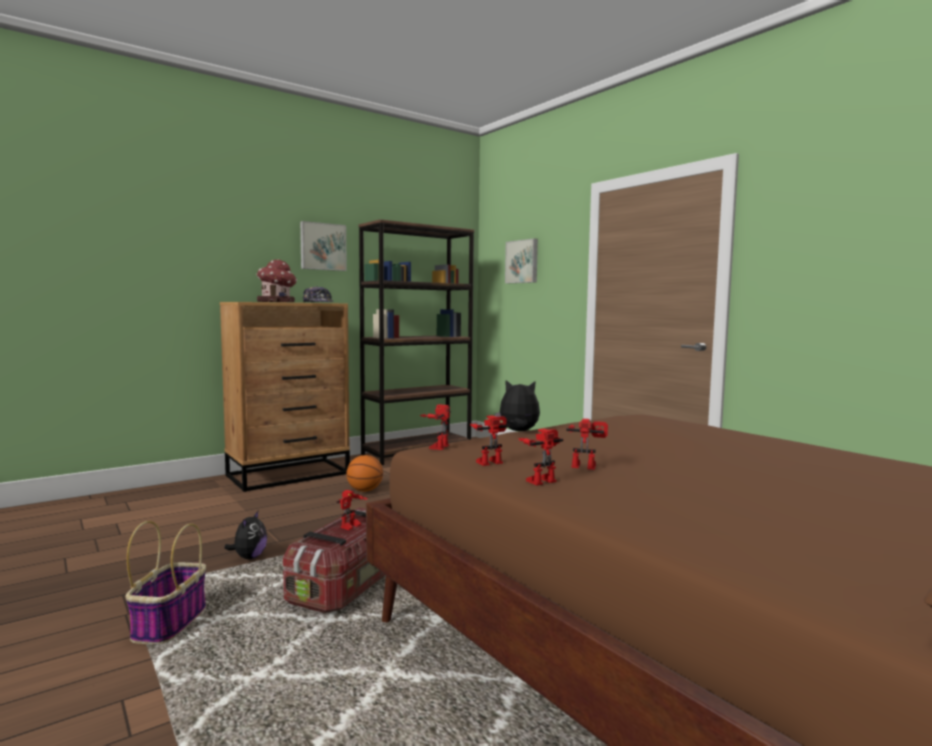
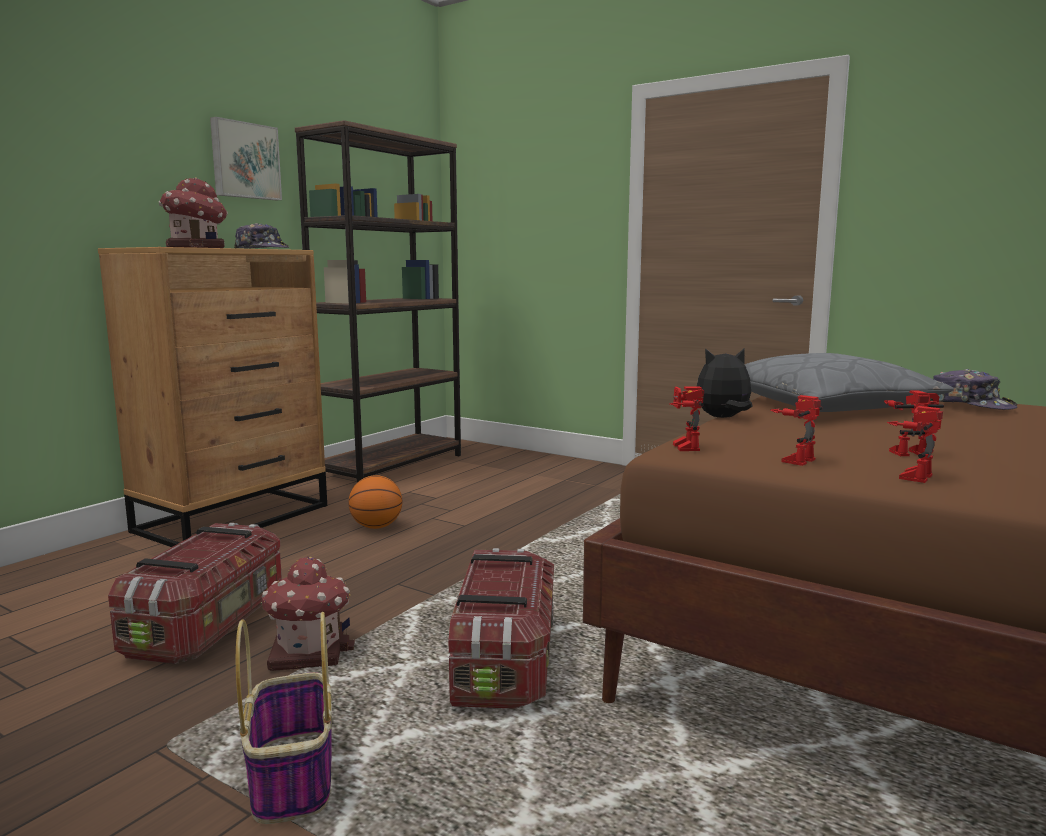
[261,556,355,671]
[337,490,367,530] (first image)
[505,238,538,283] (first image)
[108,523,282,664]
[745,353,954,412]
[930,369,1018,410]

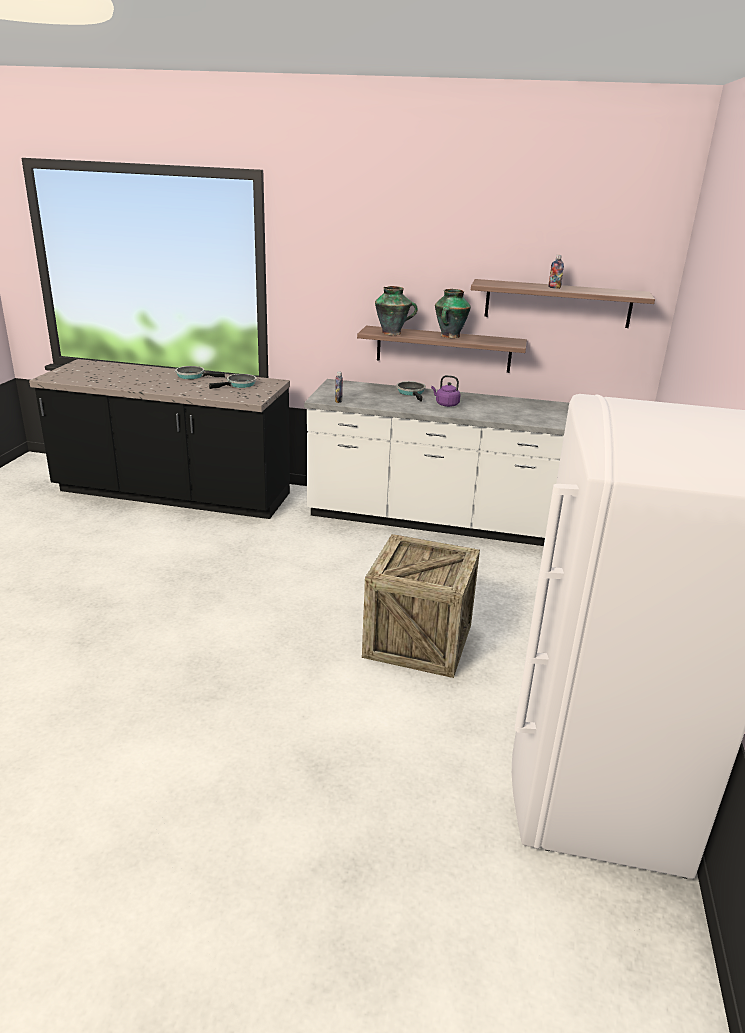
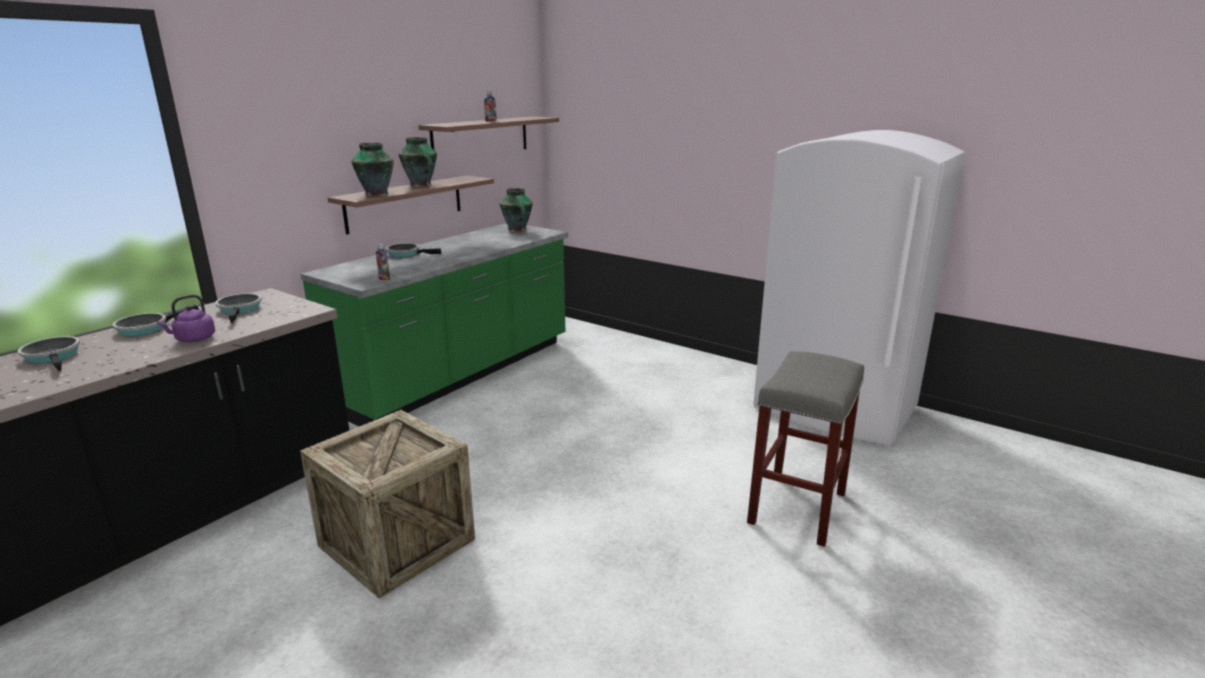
[300,223,568,426]
[300,410,475,598]
[157,295,215,342]
[18,336,80,372]
[500,188,533,232]
[747,351,864,547]

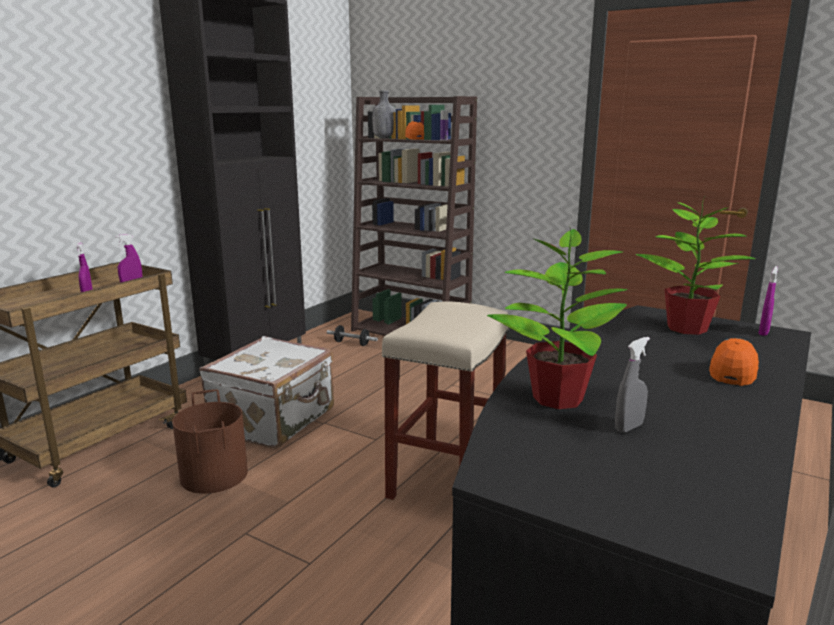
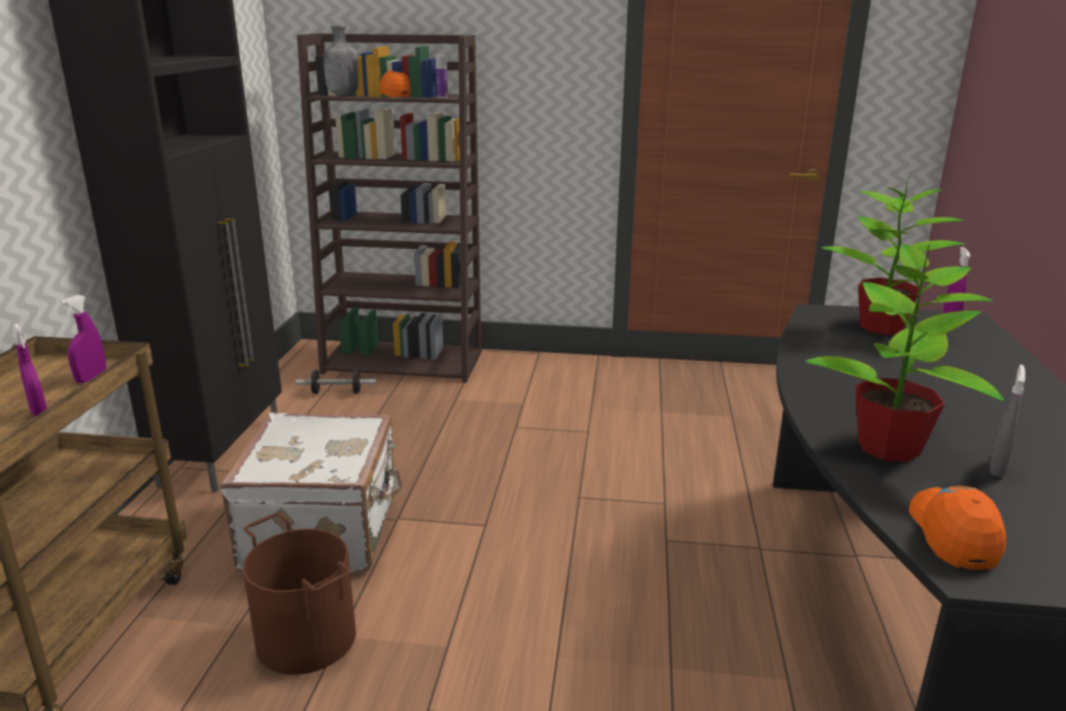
[382,302,509,500] (first image)
[909,486,1006,570]

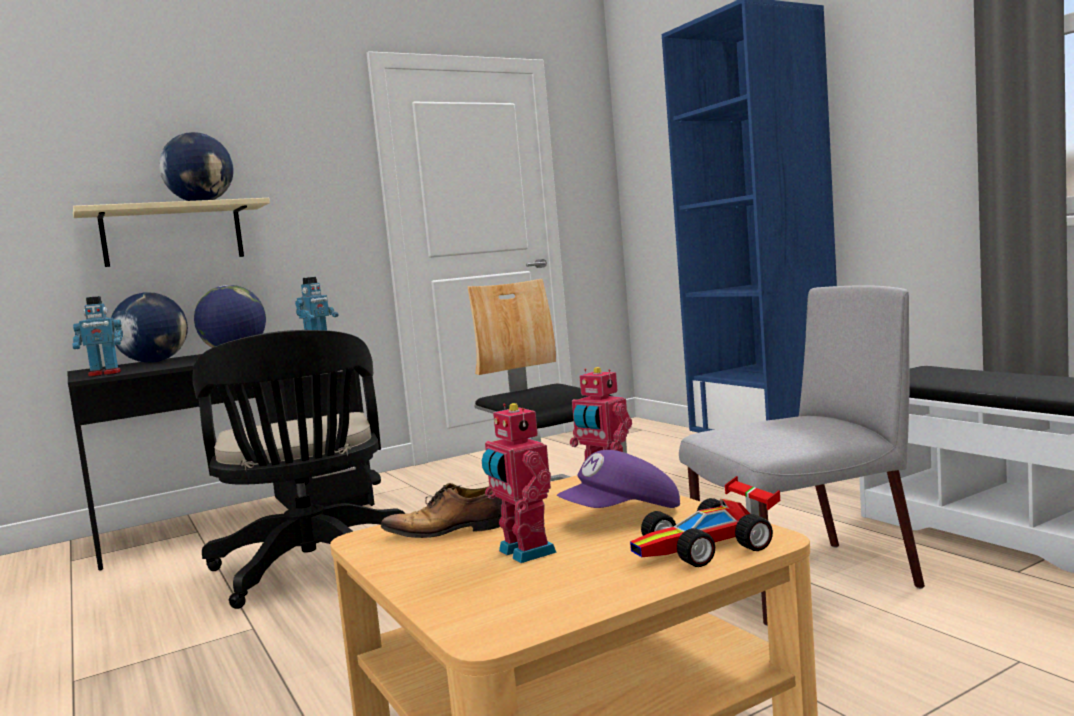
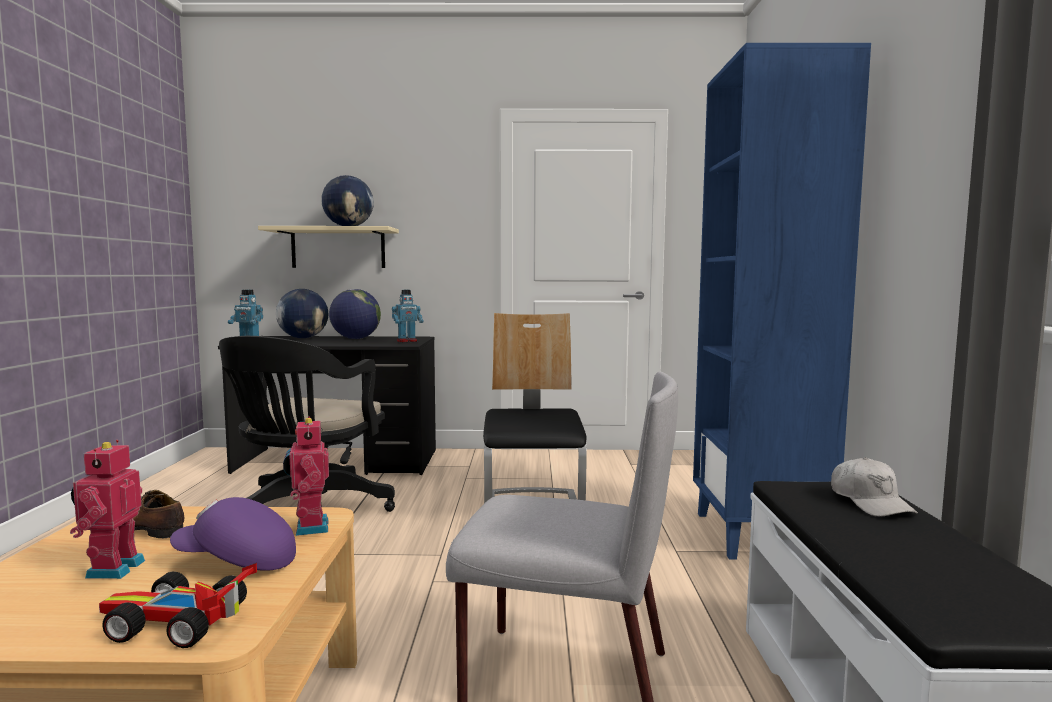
[831,457,918,517]

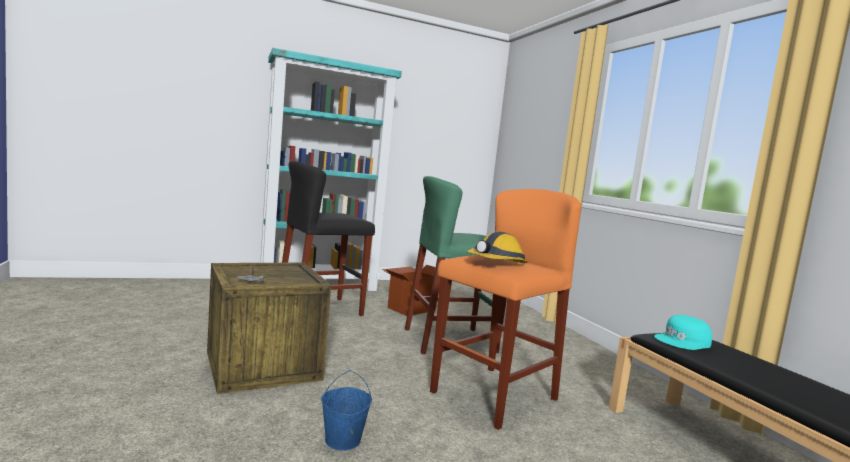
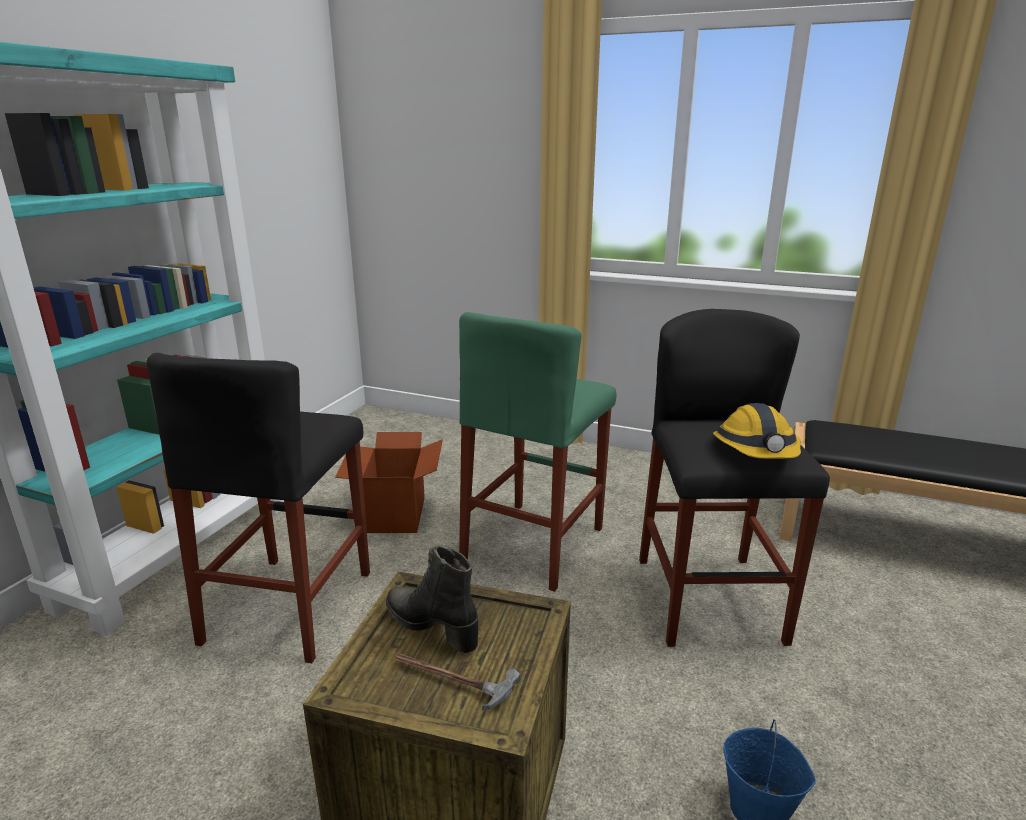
[639,309,830,647]
[654,315,712,350] (first image)
[386,546,478,653]

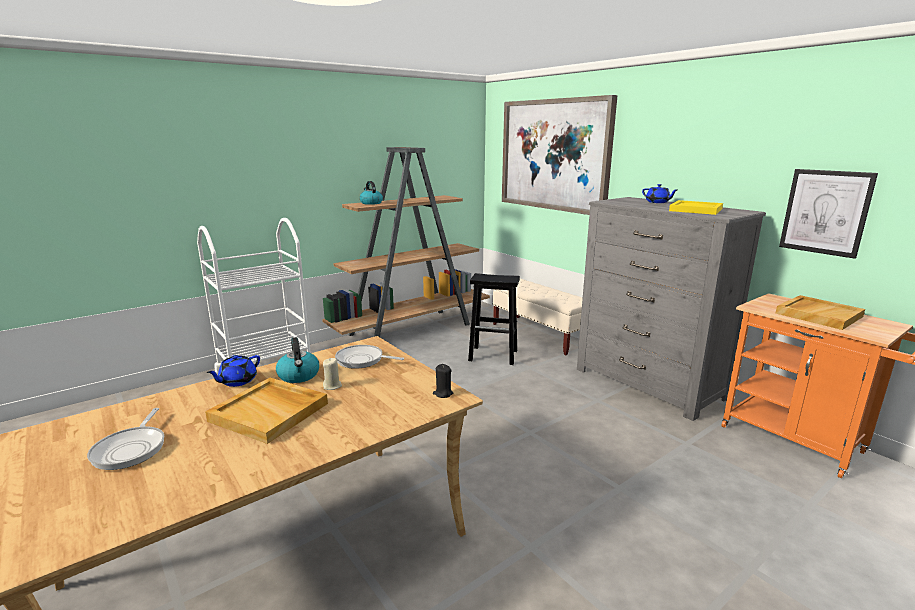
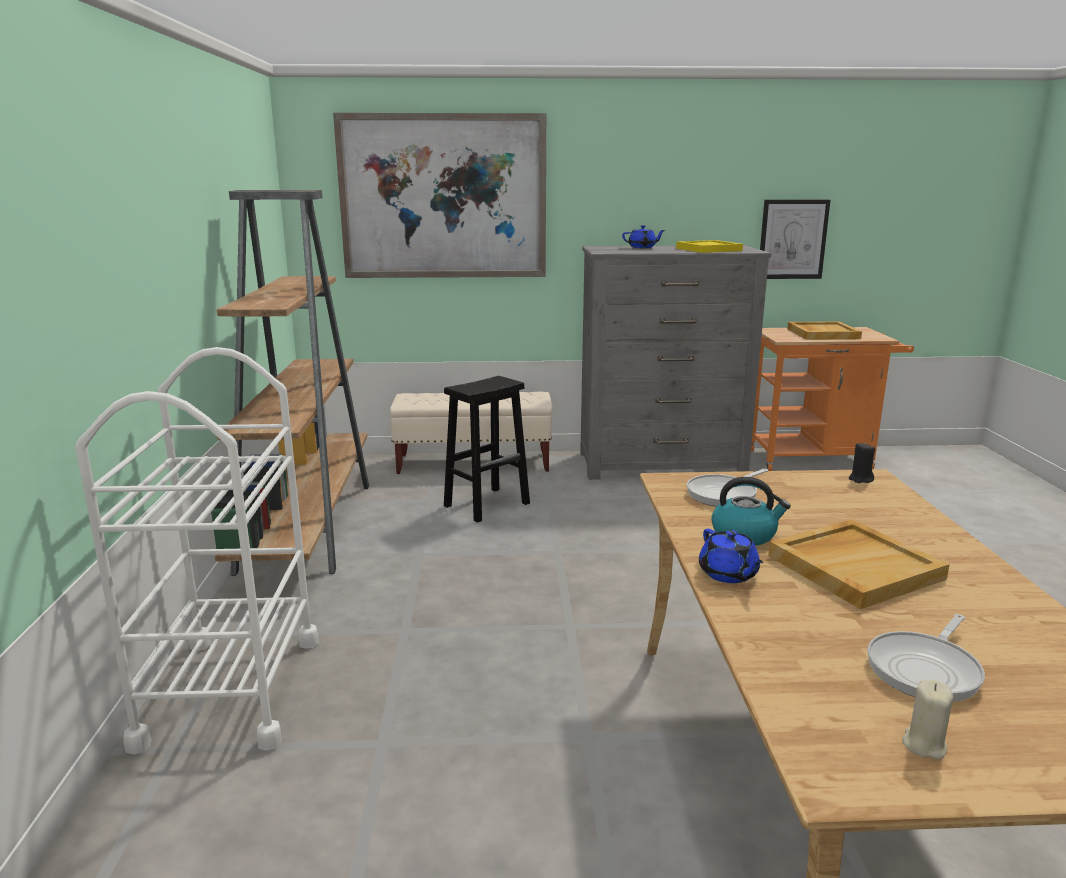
[867,614,985,702]
[902,680,953,759]
[360,181,383,205] (first image)

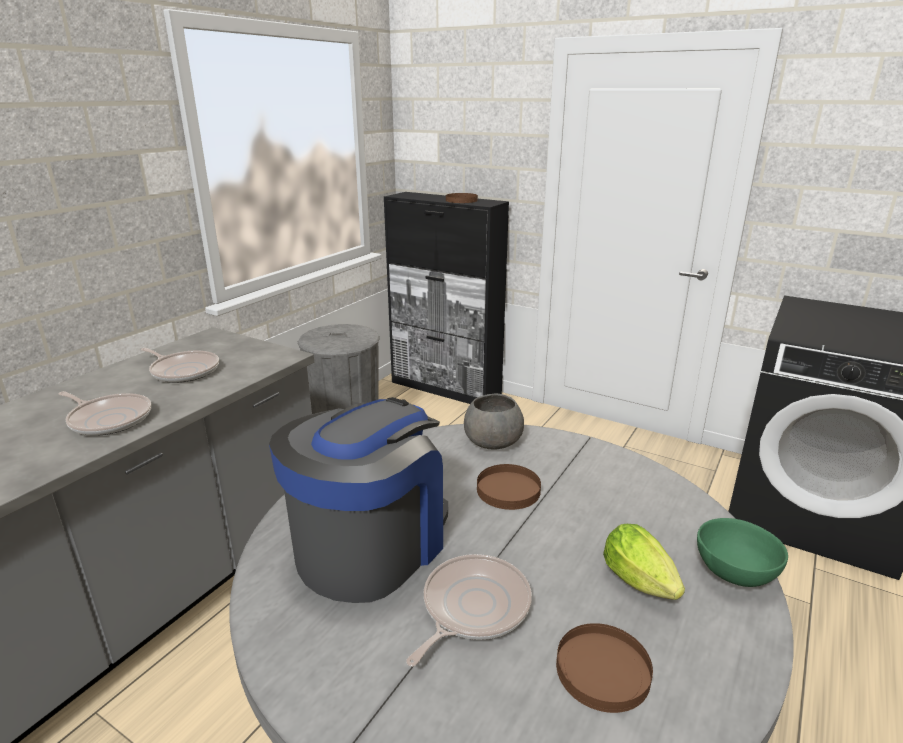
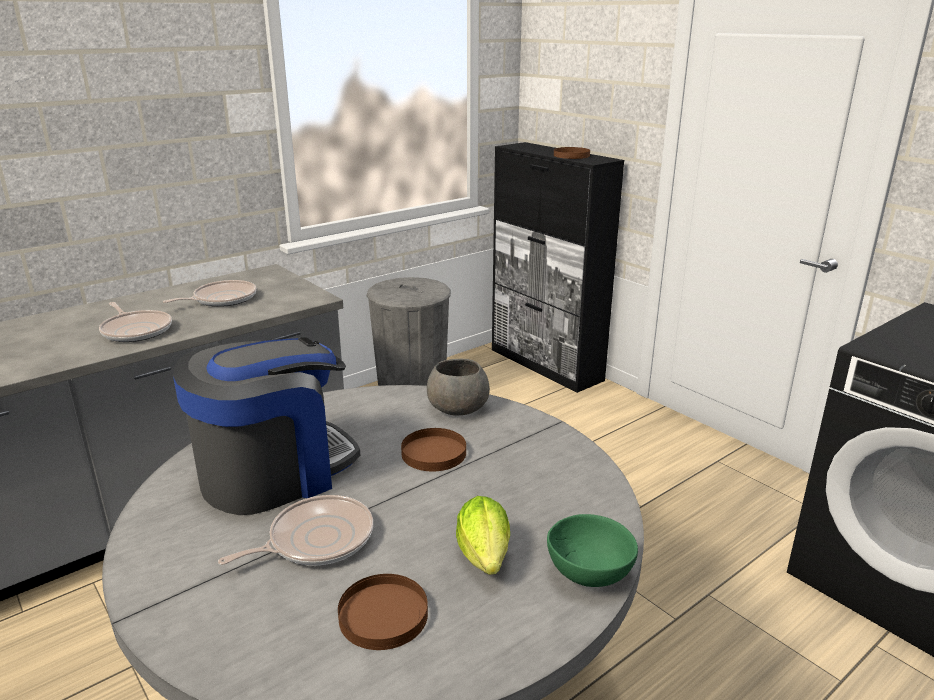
[163,280,256,307]

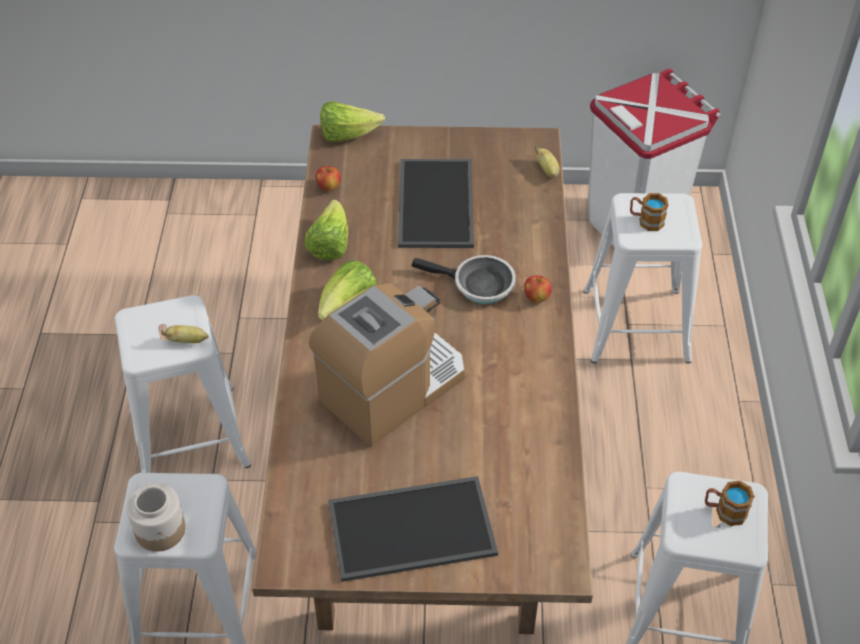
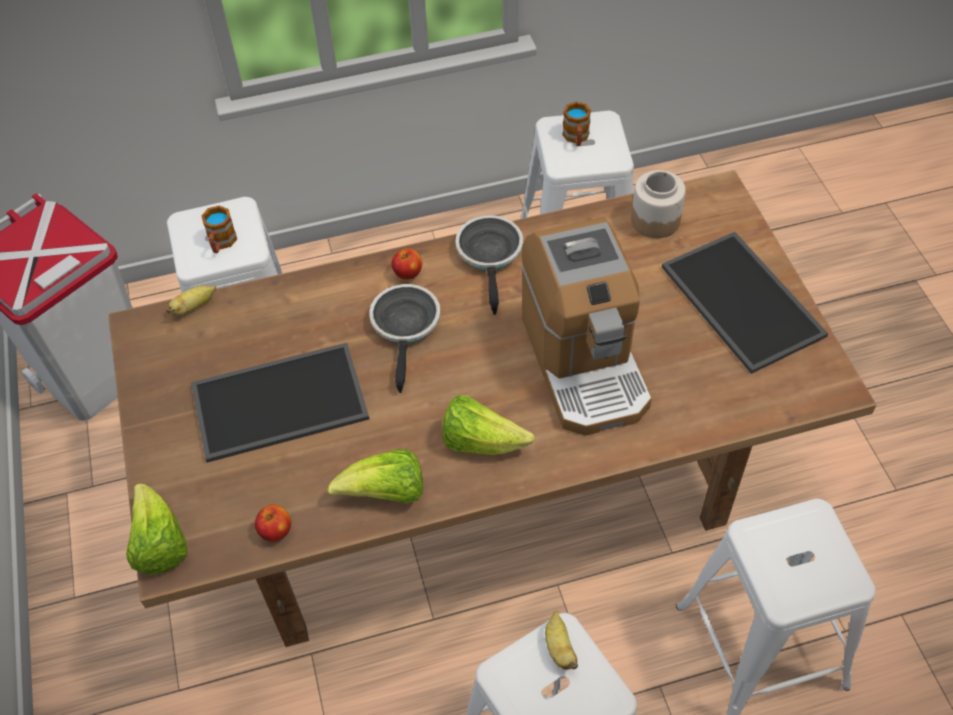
[631,170,686,238]
[521,217,652,436]
[455,215,523,315]

